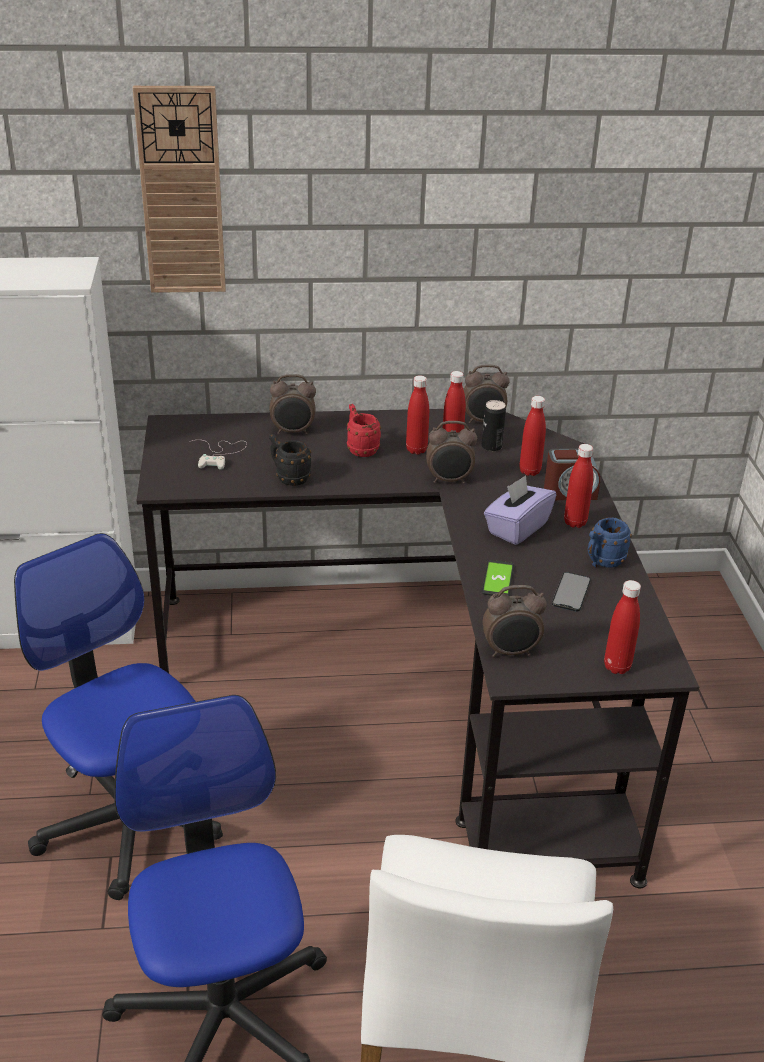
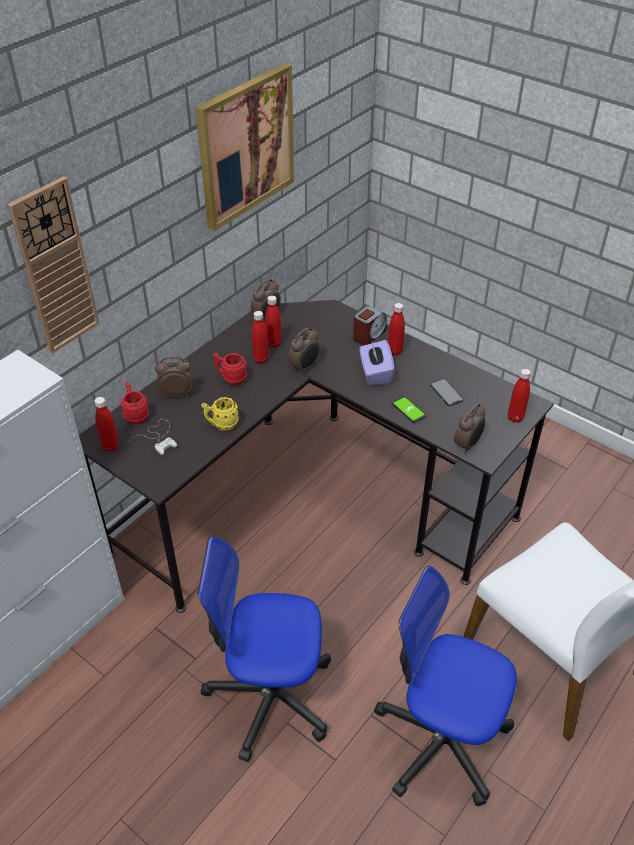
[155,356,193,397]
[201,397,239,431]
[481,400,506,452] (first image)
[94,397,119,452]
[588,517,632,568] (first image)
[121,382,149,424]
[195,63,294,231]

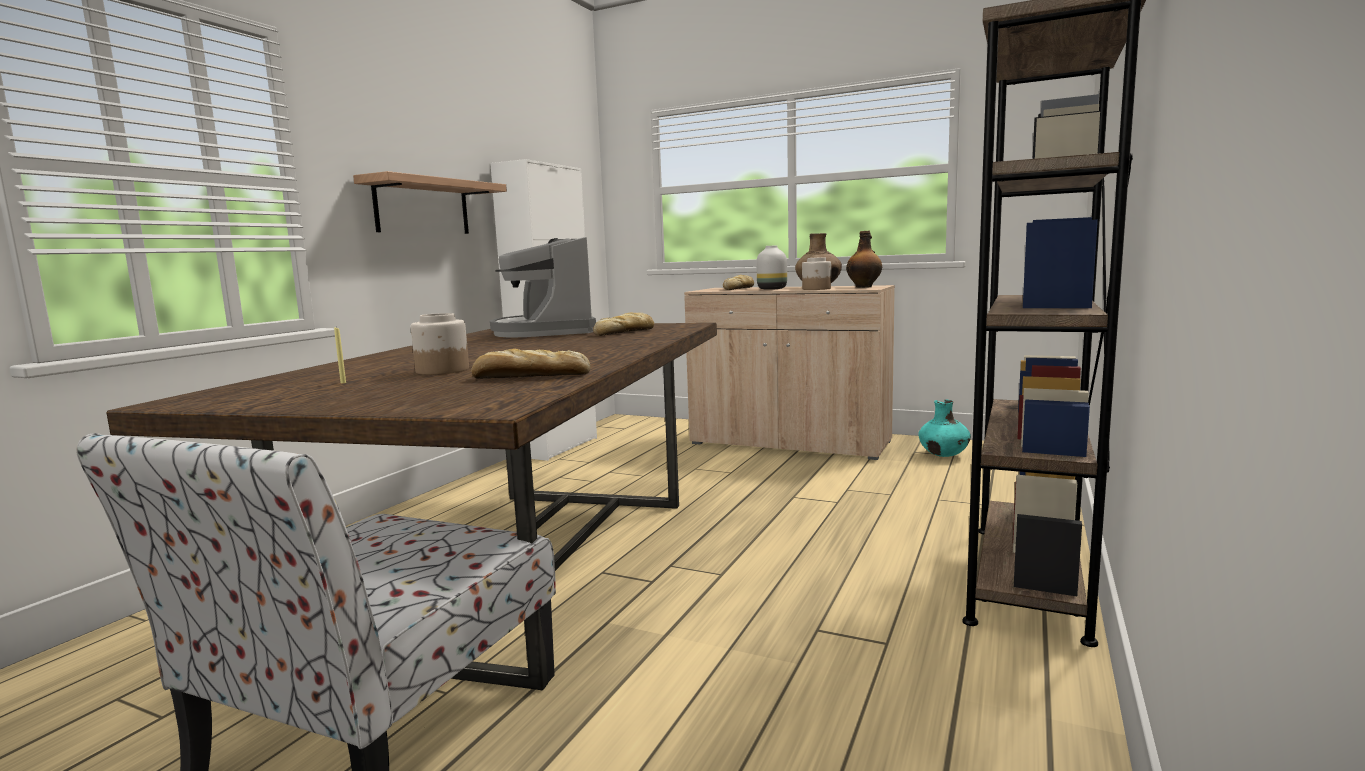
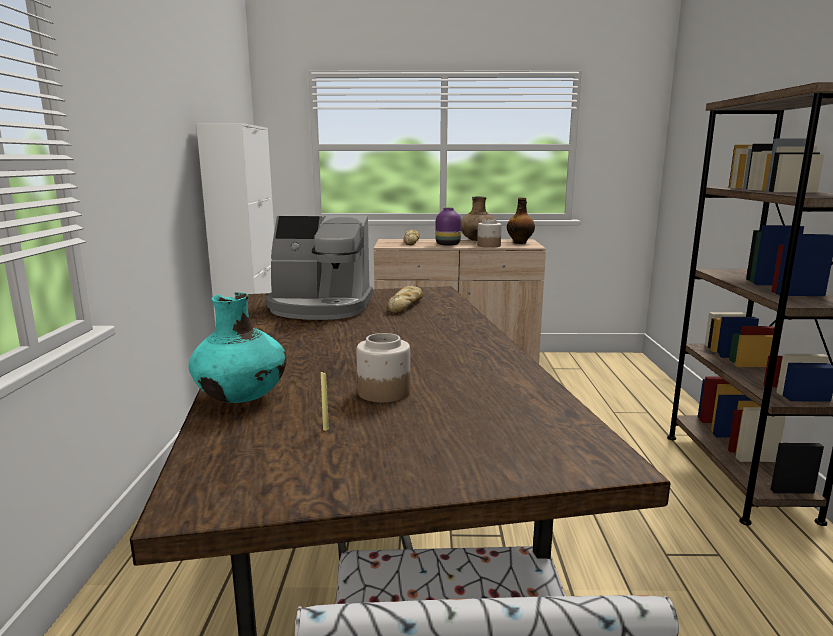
[353,171,507,234] (first image)
[471,349,591,379] (first image)
[266,215,373,320]
[435,208,461,246]
[188,292,287,403]

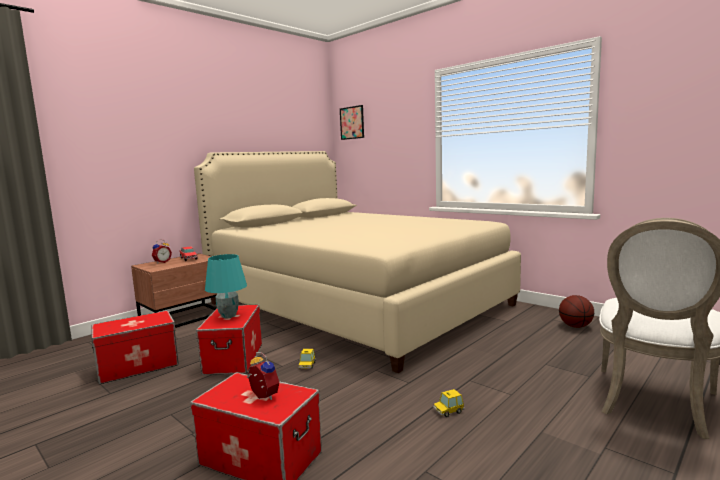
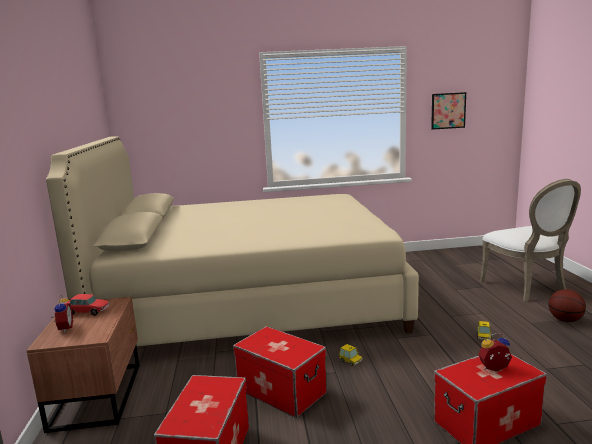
[205,254,247,318] (first image)
[431,92,466,130]
[548,289,586,322]

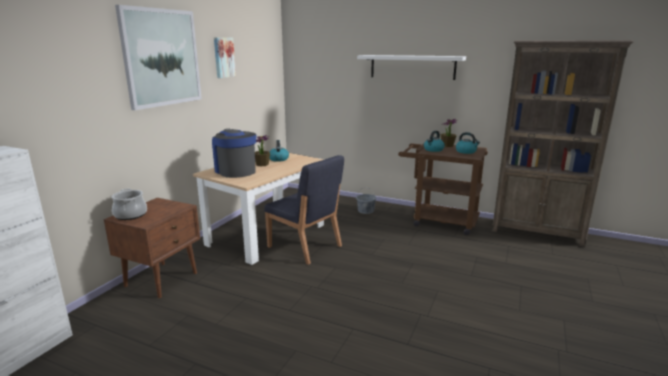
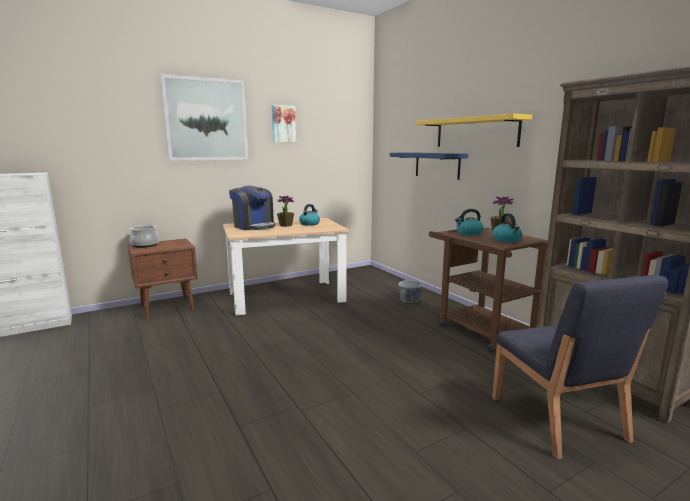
[229,186,276,230]
[492,275,668,459]
[416,113,532,147]
[390,152,468,180]

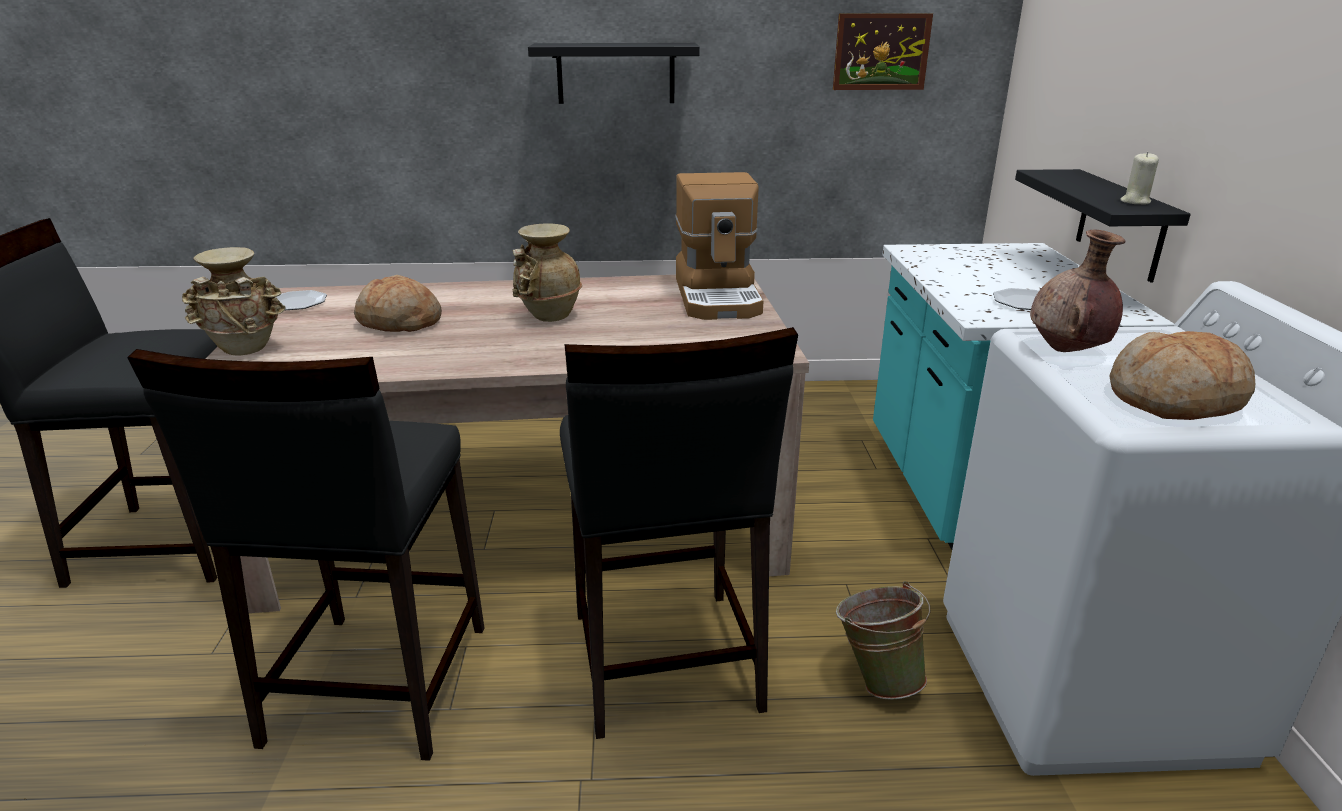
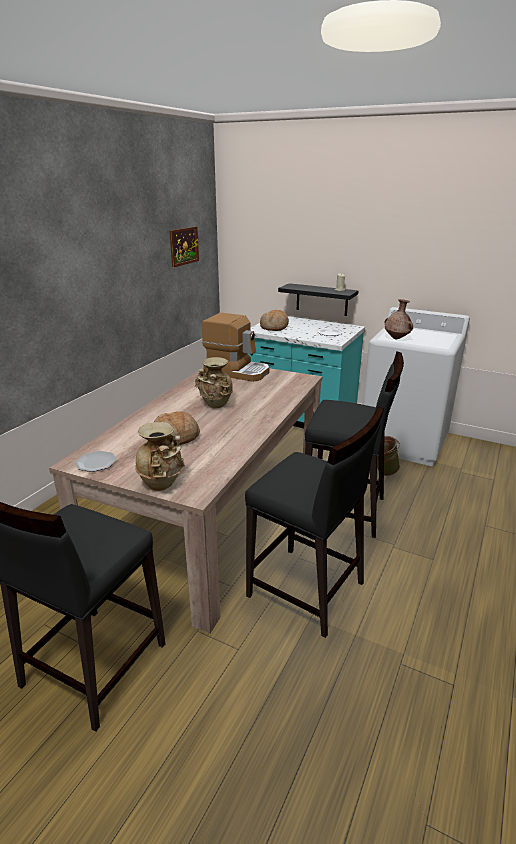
[528,43,700,104] (first image)
[260,310,289,331]

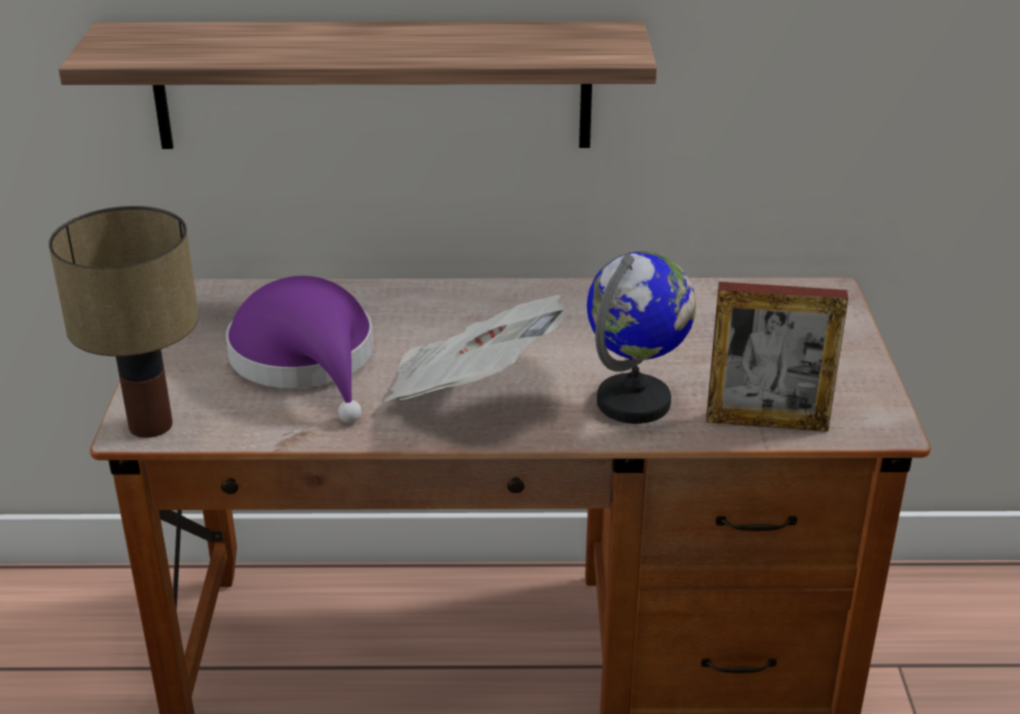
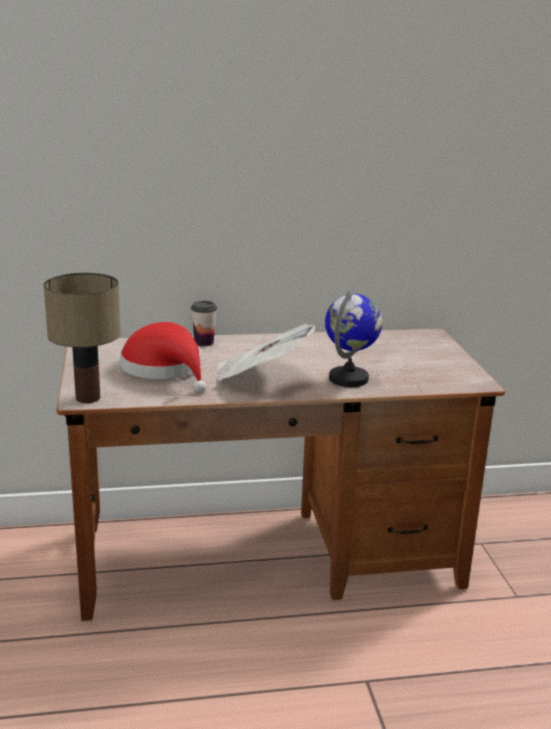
[59,21,657,149] (first image)
[120,322,206,393]
[706,282,848,432] (first image)
[191,301,217,346]

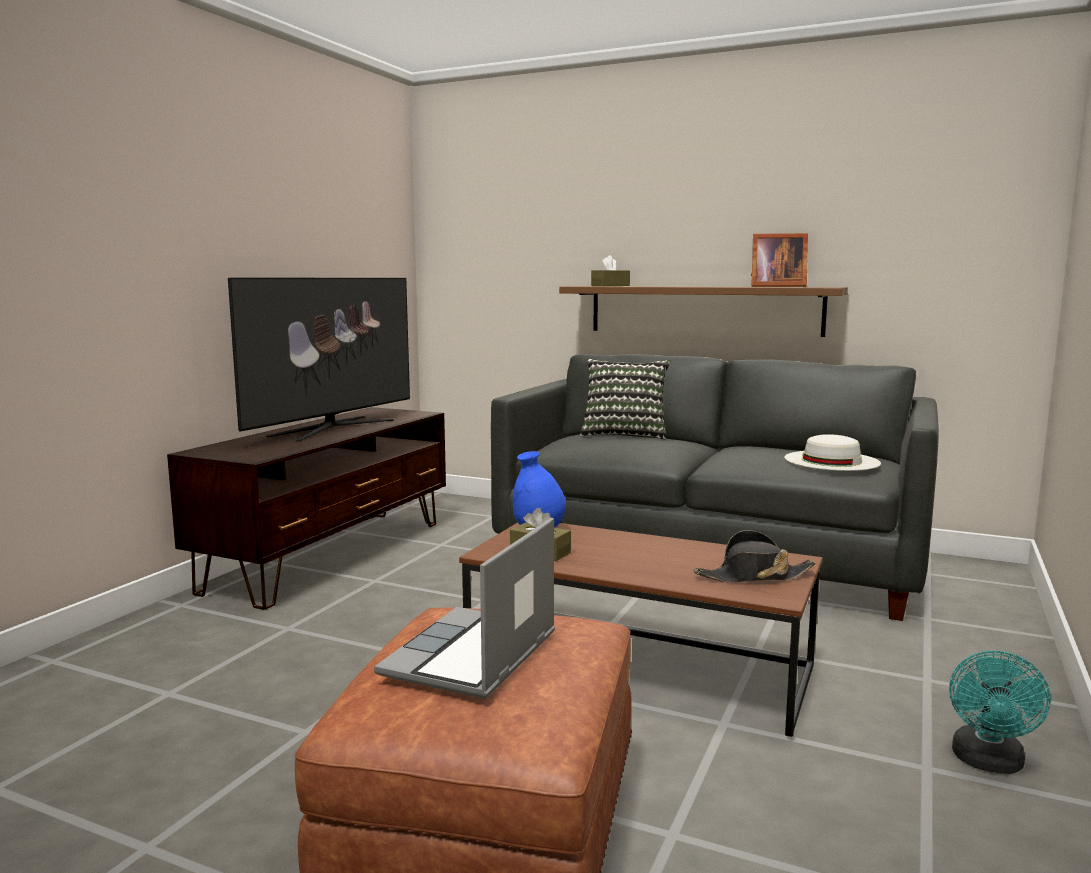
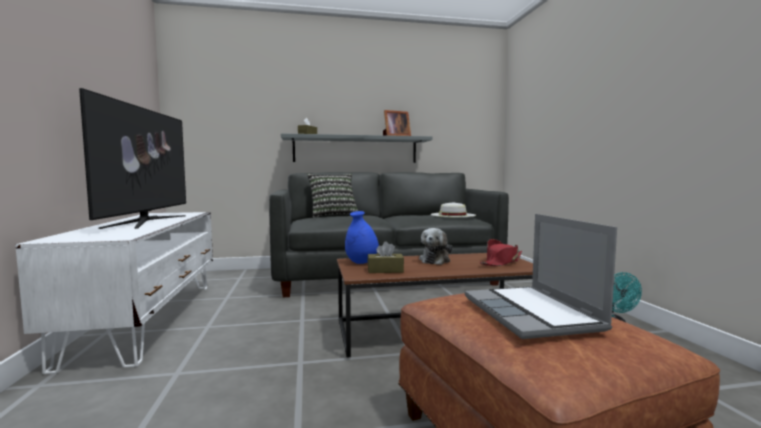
[15,212,213,374]
[281,133,433,163]
[480,239,522,266]
[419,228,452,265]

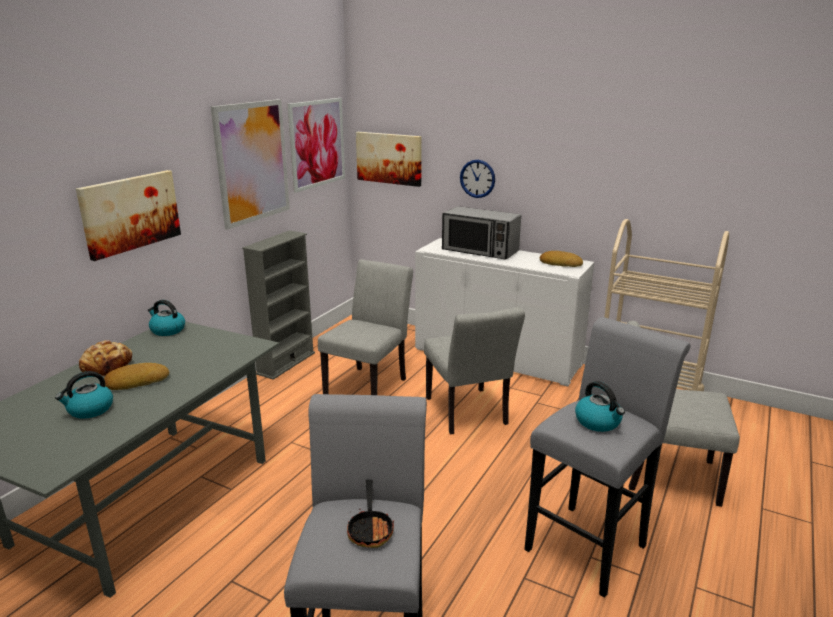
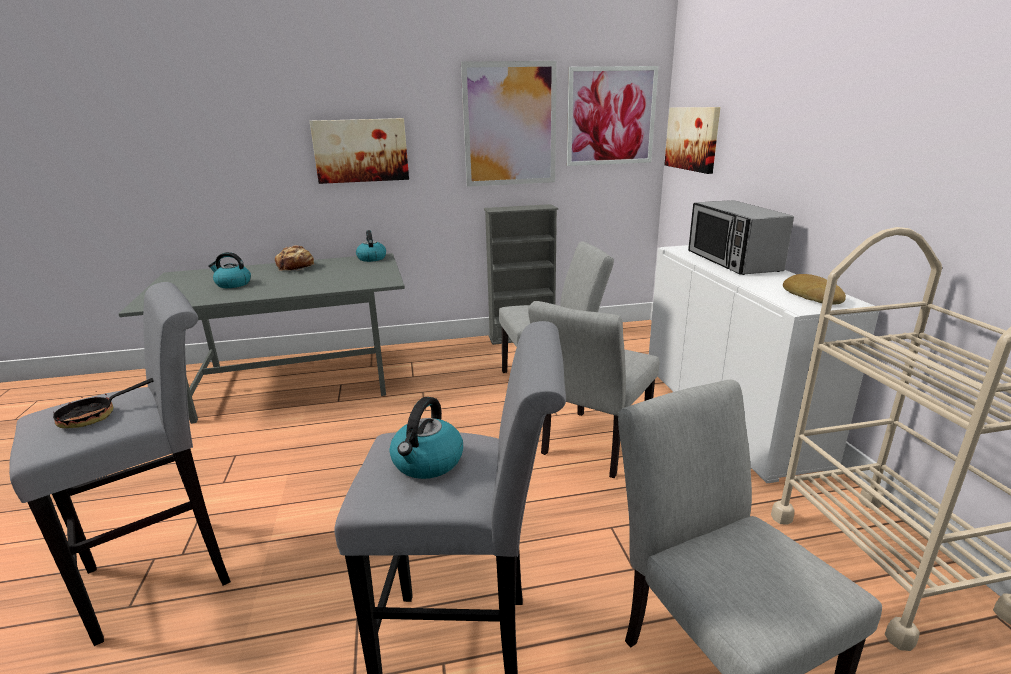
[104,363,169,390] (first image)
[460,160,495,198] (first image)

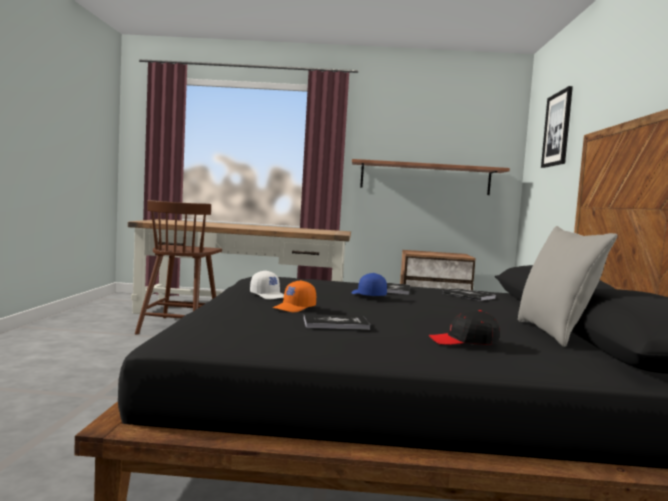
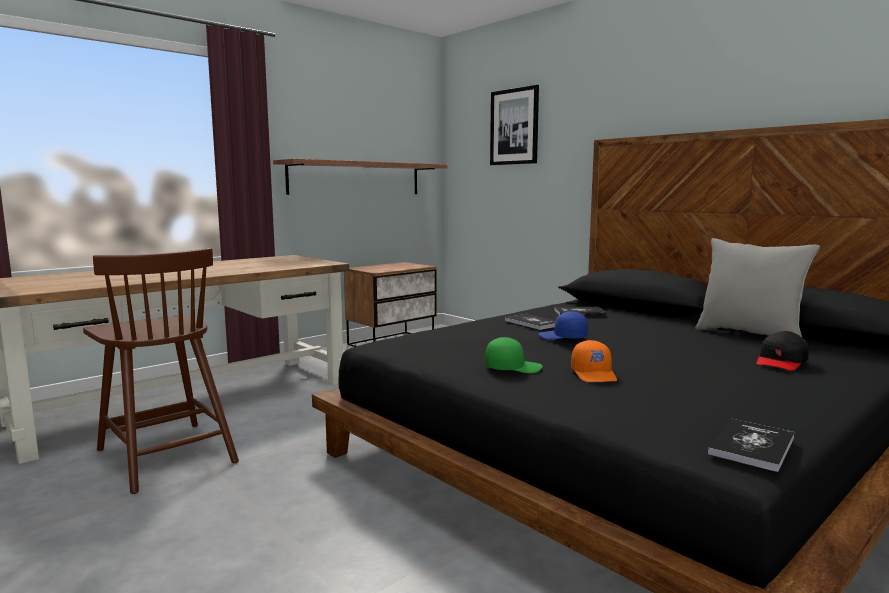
[485,337,543,373]
[708,419,795,472]

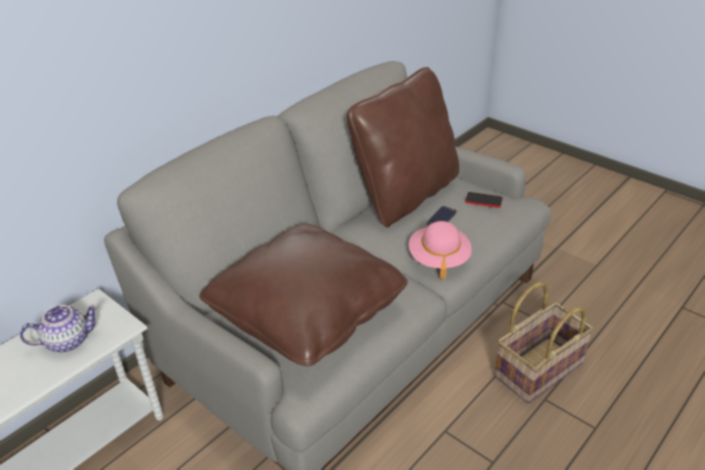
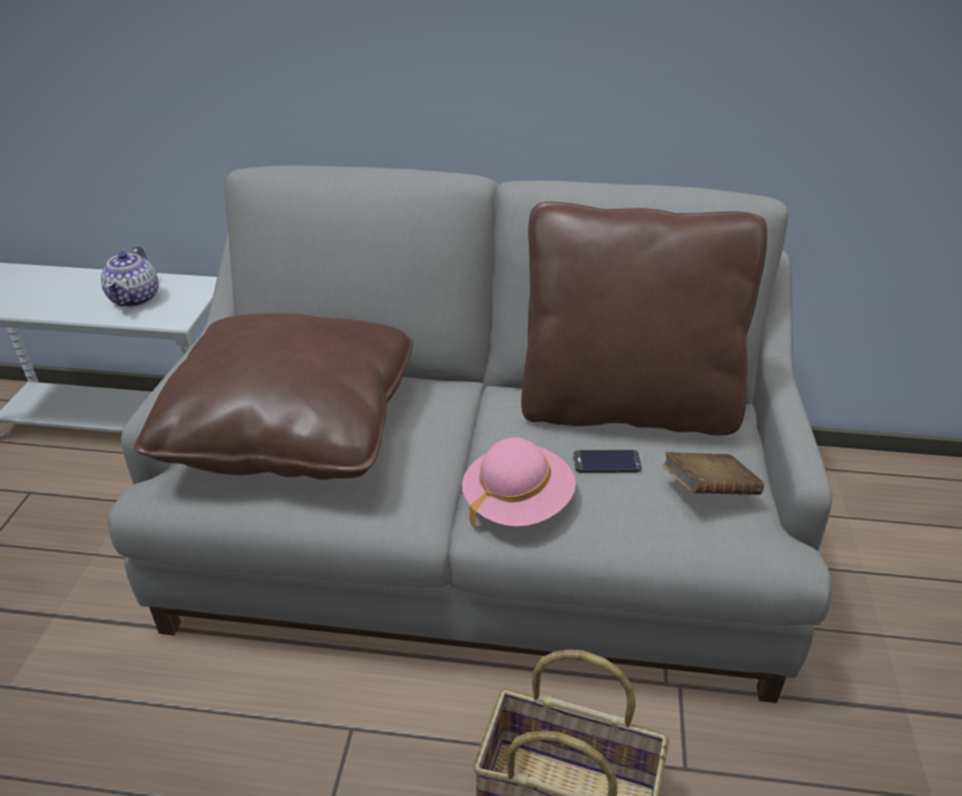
[101,246,159,307]
[662,452,764,495]

